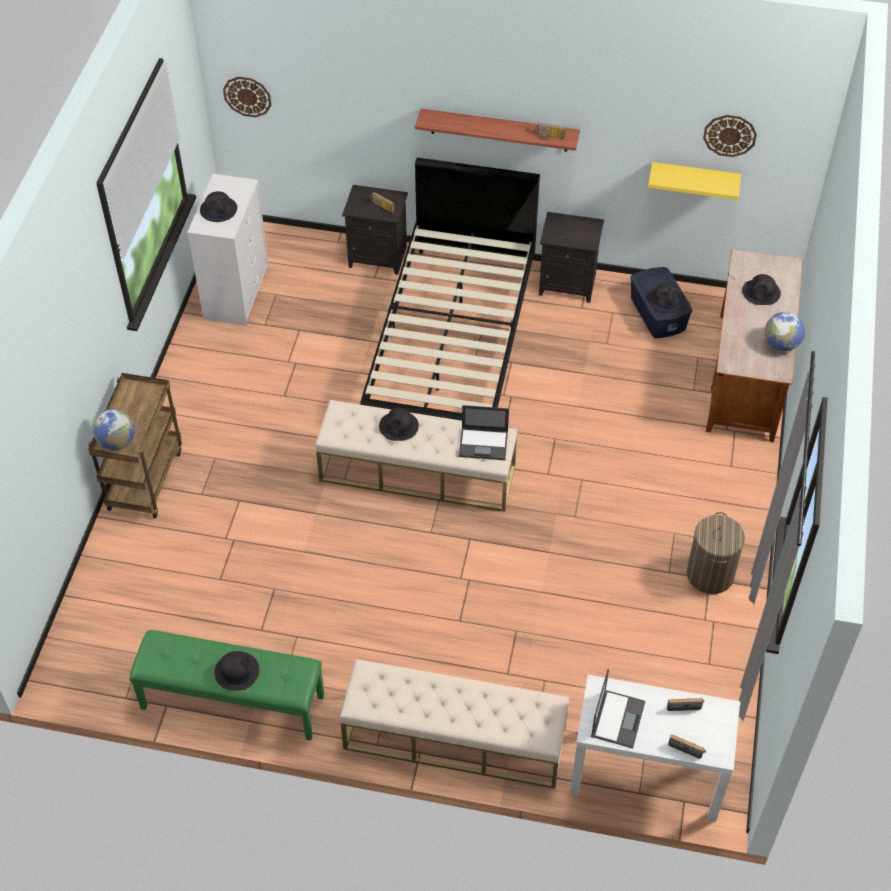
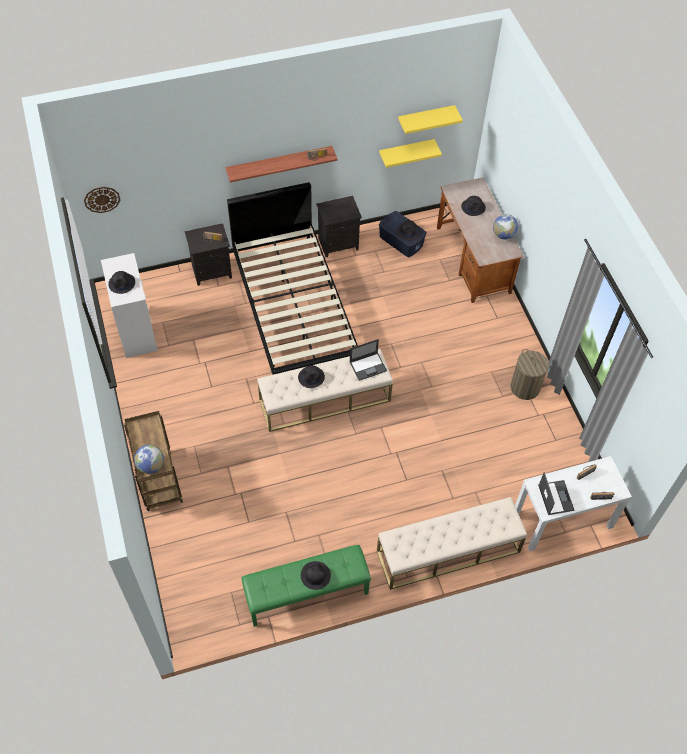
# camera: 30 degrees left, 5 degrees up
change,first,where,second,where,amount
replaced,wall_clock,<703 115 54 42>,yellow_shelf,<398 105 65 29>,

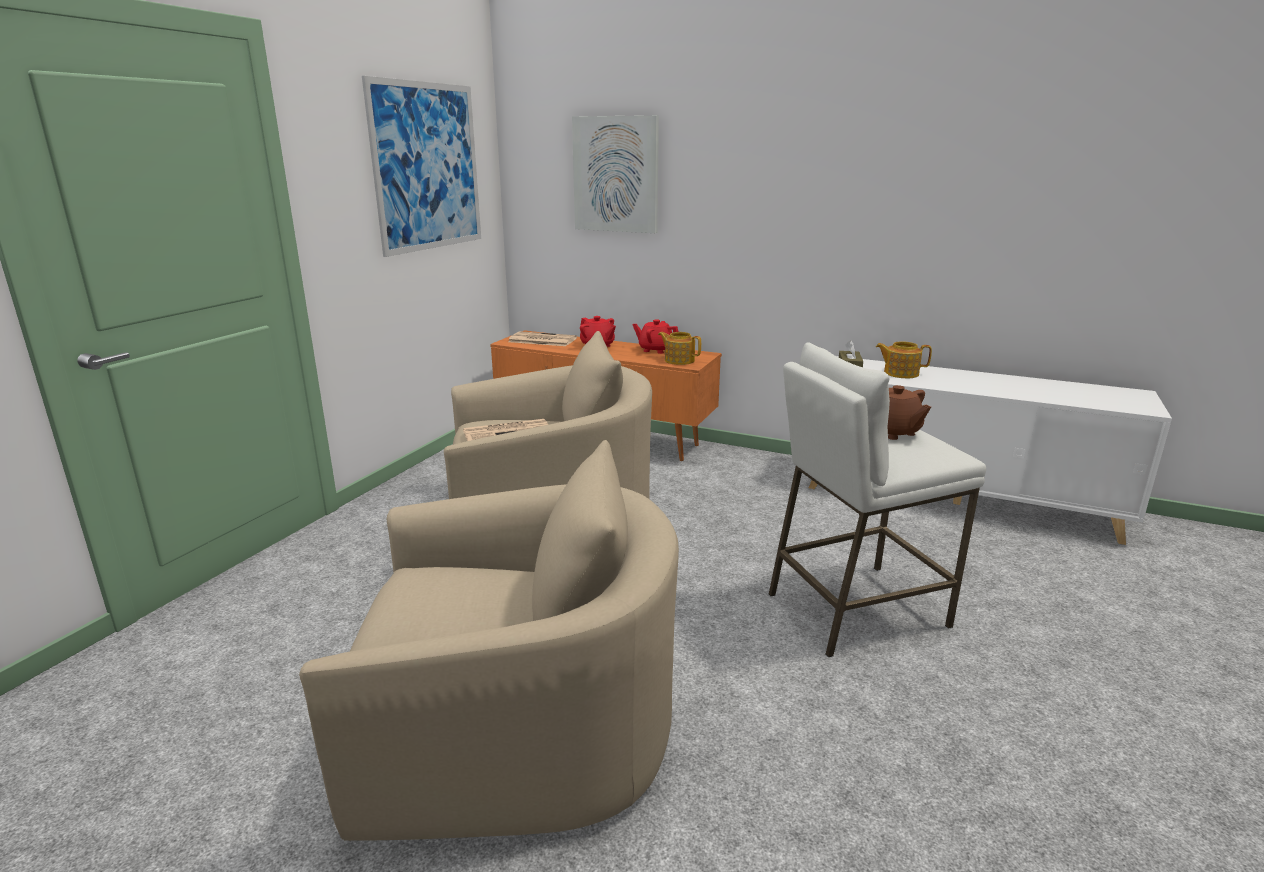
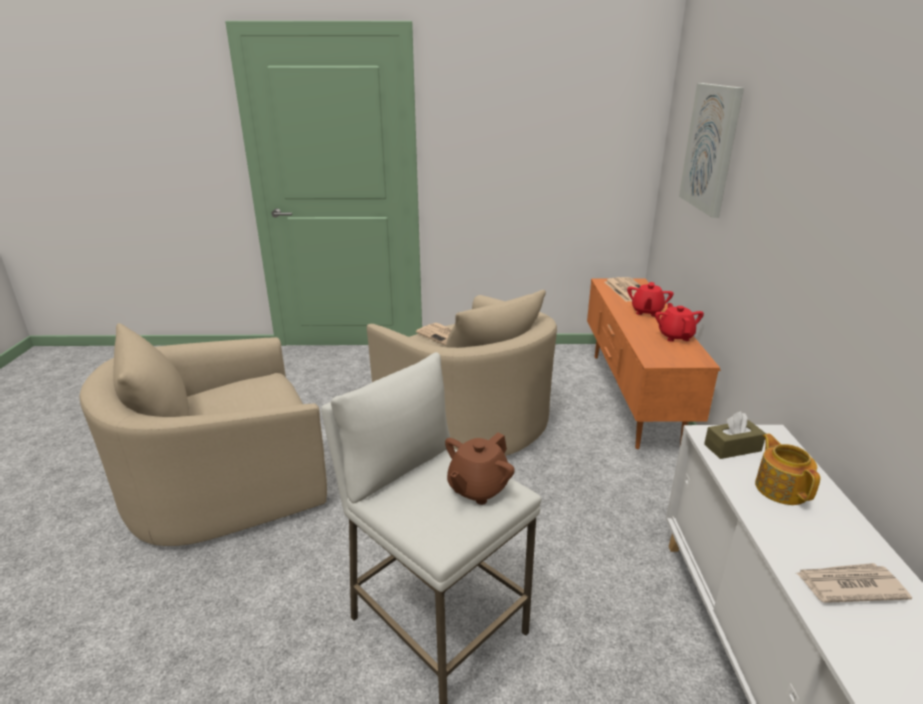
# camera: 65 degrees right, 5 degrees up
change,first,where,second,where,amount
removed,picture,<362 76 119 181>,,,
removed,teapot,<658 332 43 33>,,,
added,,,newspaper,<796 563 116 40>,
turned,beige_armchair,<299 440 380 401>,,<79 323 248 223>,90 degrees clockwise

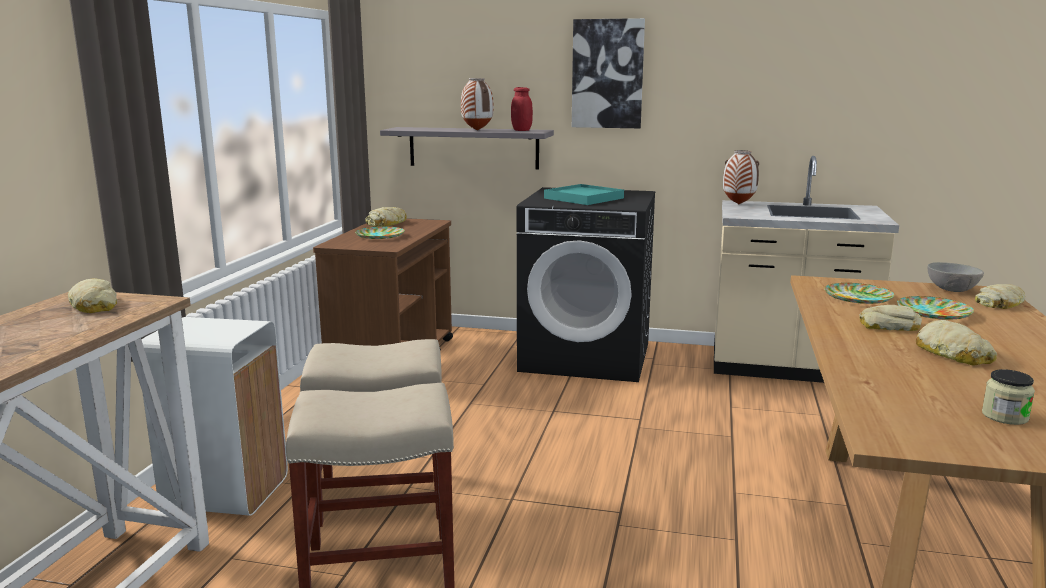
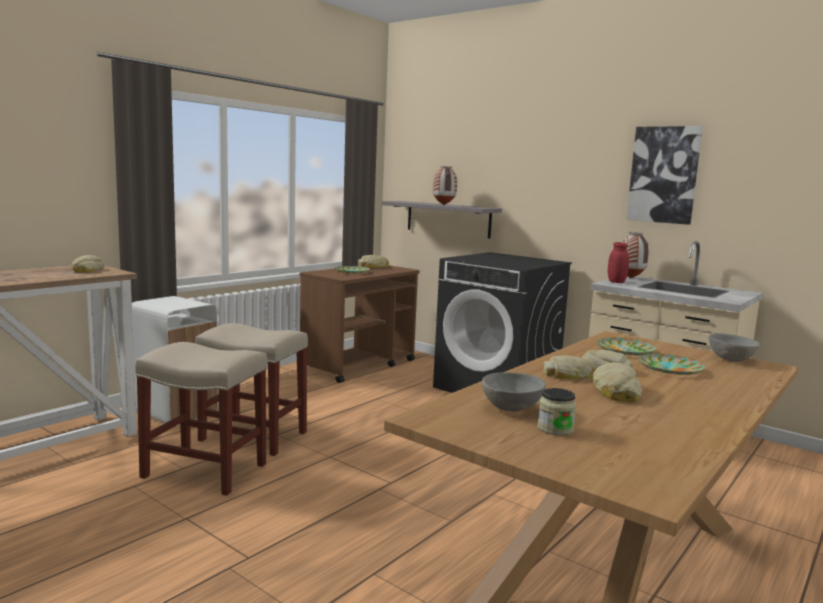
# camera: 25 degrees right, 5 degrees down
change,first,where,second,where,amount
removed,turquoise_tray,<544 184 80 21>,,,
added,,,grey_bowl,<482 372 64 39>,
moved,red_jar,<511 87 22 44>,,<608 242 21 41>,
moved,picture,<572 18 73 110>,,<626 126 77 99>,
moved,bread,<975 284 50 25>,,<543 355 53 24>,

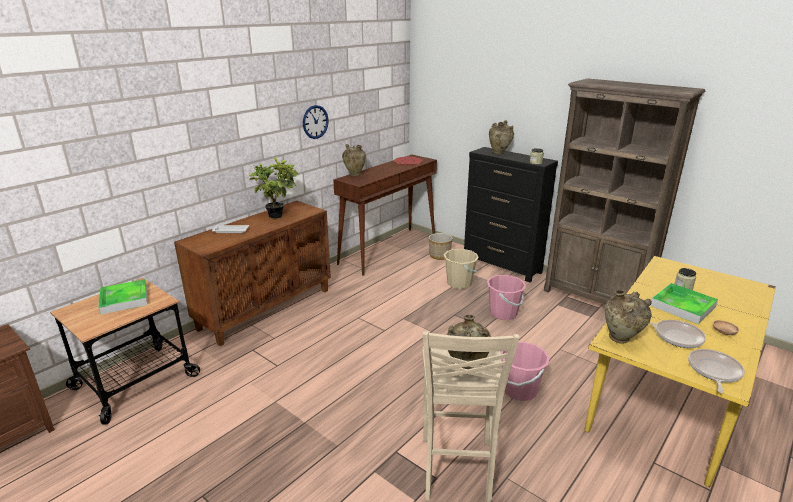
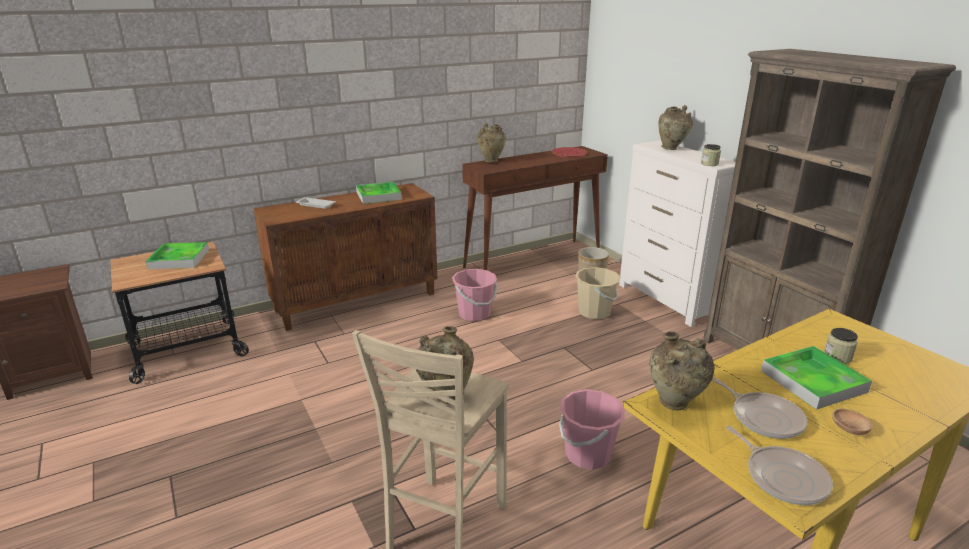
# camera: 20 degrees right, 0 degrees up
change,first,where,second,where,amount
removed,wall_clock,<303 105 26 34>,,,
moved,pink_bucket,<487 275 39 45>,,<452 269 45 52>,
replaced,potted_plant,<249 157 50 62>,tray,<356 182 46 22>,
recoloured,black_dresser,<464 147 94 135>,white_dresser,<619 140 117 187>,
turned,frying_pan,<688 349 57 45>,,<726 426 107 79>,105 degrees clockwise

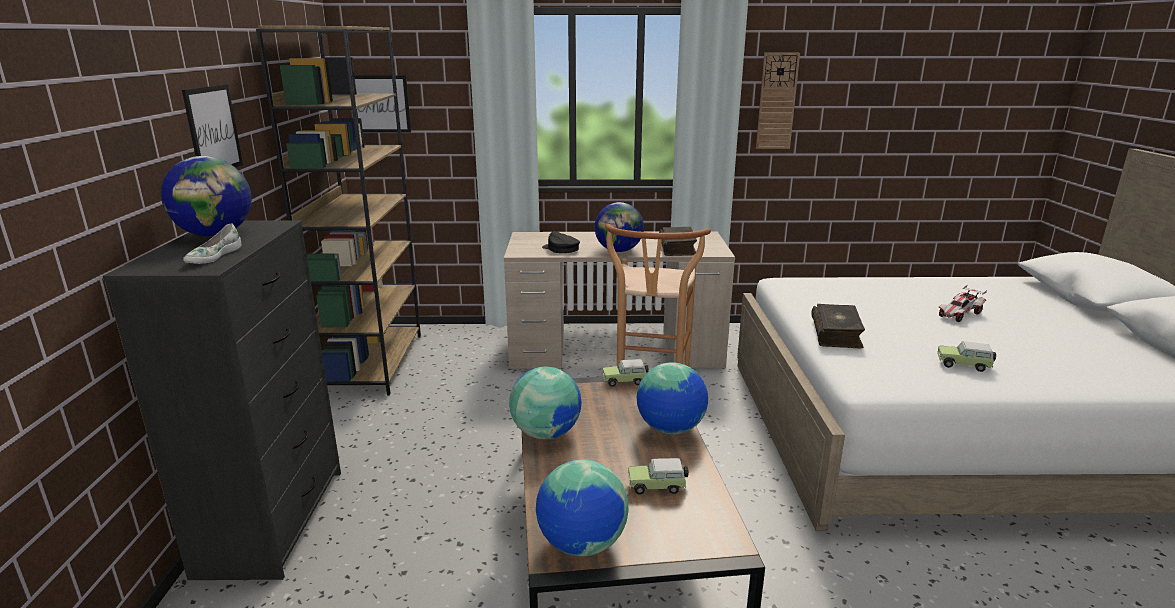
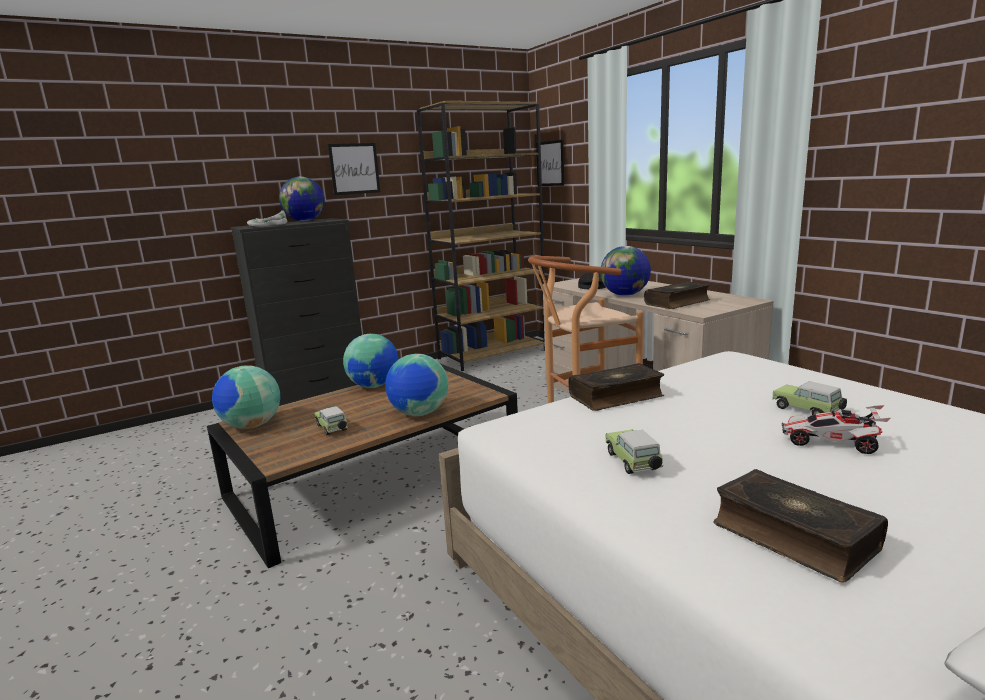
# camera: 60 degrees right, 5 degrees down
change,first,where,second,where,amount
removed,wall_clock,<756 53 44 96>,,,
added,,,book,<713 469 175 114>,
moved,toy_car,<602 359 47 28>,,<772 381 75 34>,

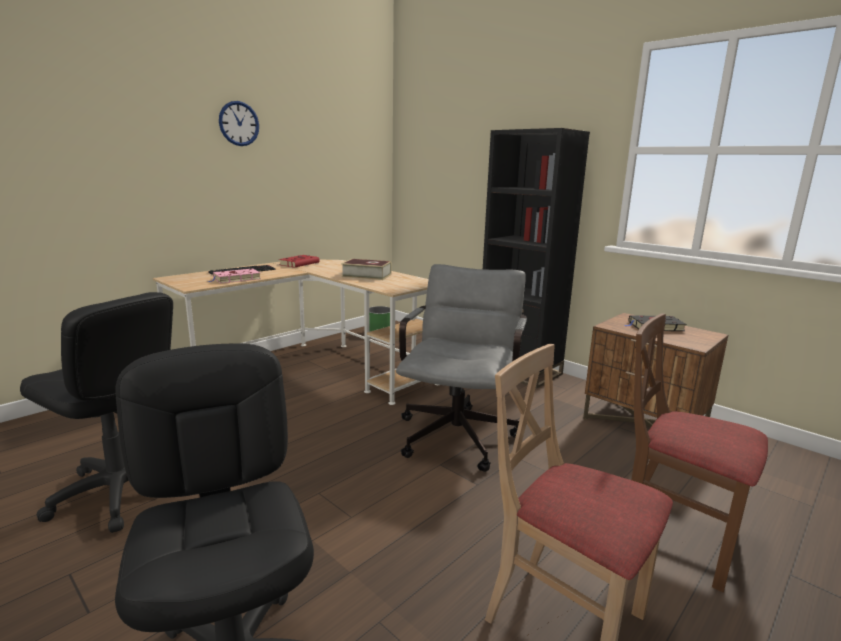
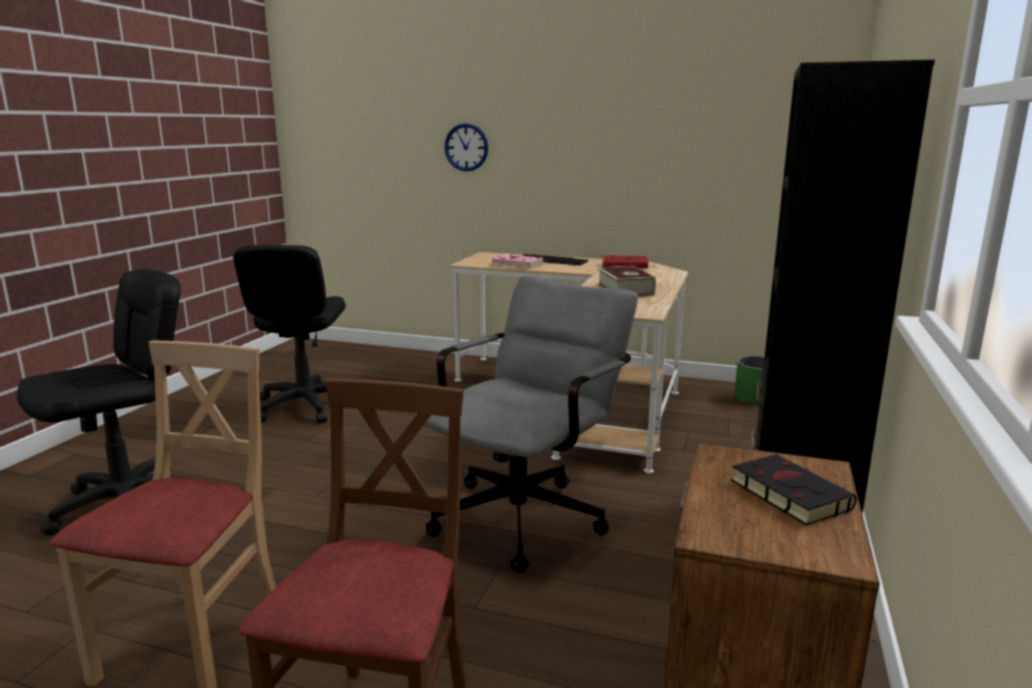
# camera: 65 degrees right, 0 degrees up
change,first,where,second,where,amount
moved,wall_clock,<219 101 40 45>,,<444 123 44 49>,
turned,grey_office_chair,<396 264 131 208>,,<415 276 223 297>,45 degrees counterclockwise

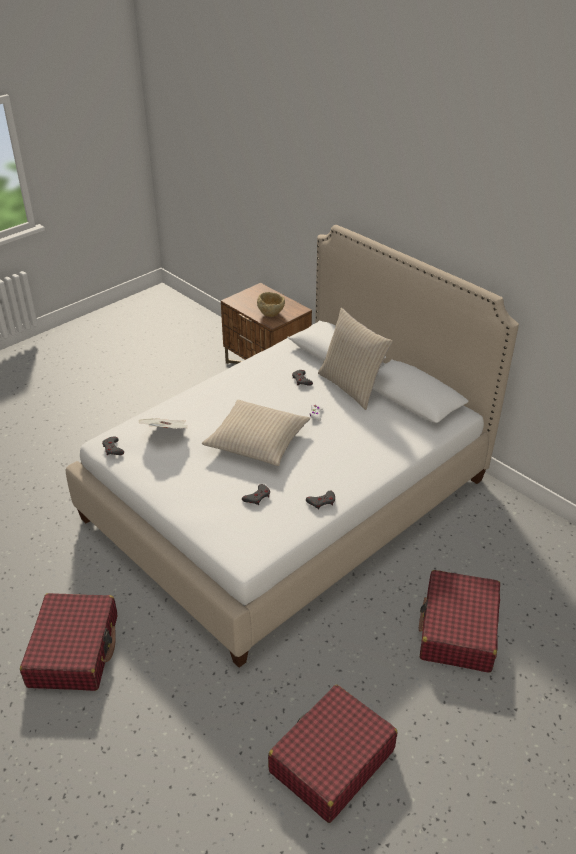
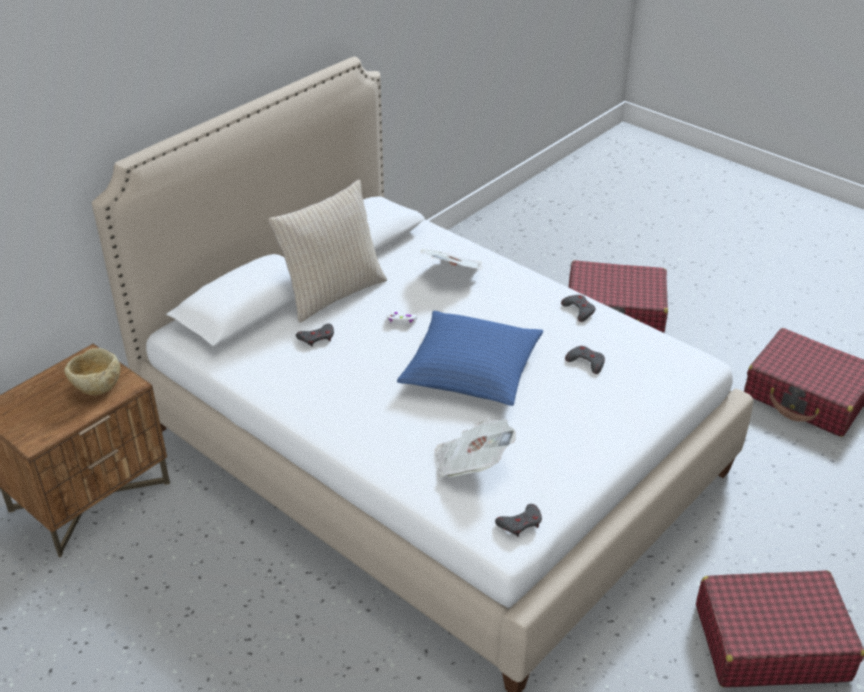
# camera: 95 degrees left, 0 degrees up
change,first,where,second,where,amount
added,,,newspaper,<420 249 63 21>,
recoloured,beige_pillow,<202 400 108 66>,blue_pillow,<397 311 146 95>,

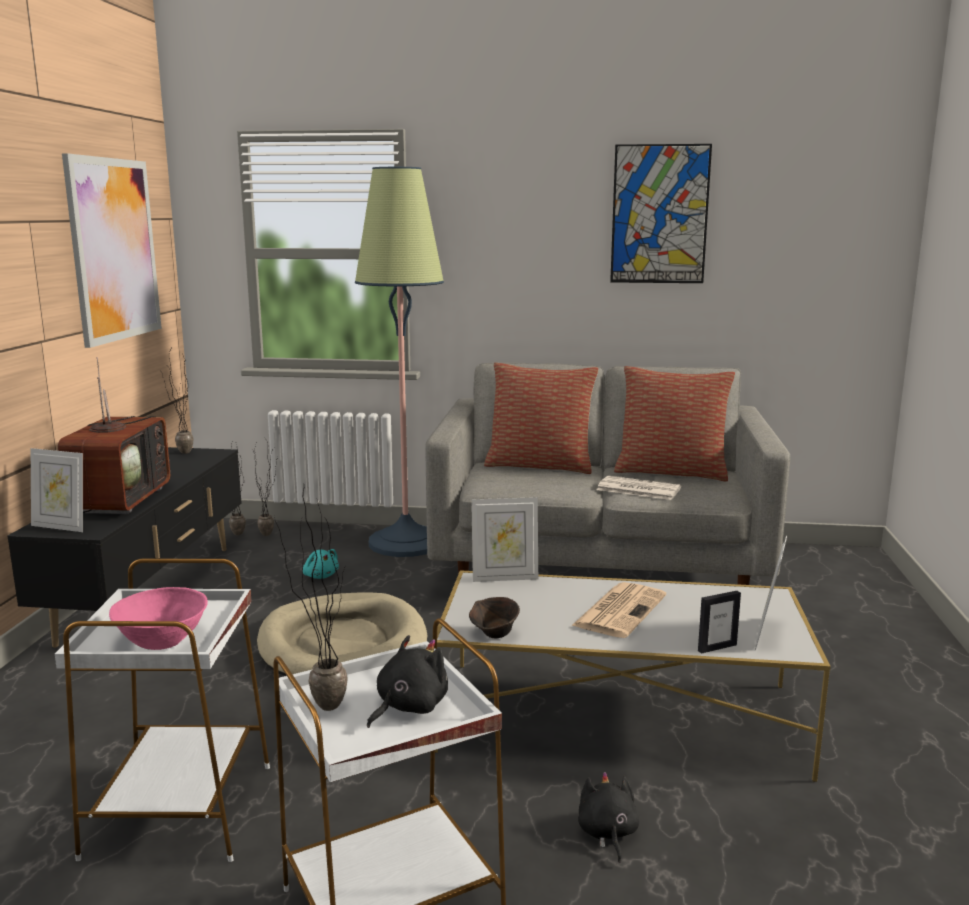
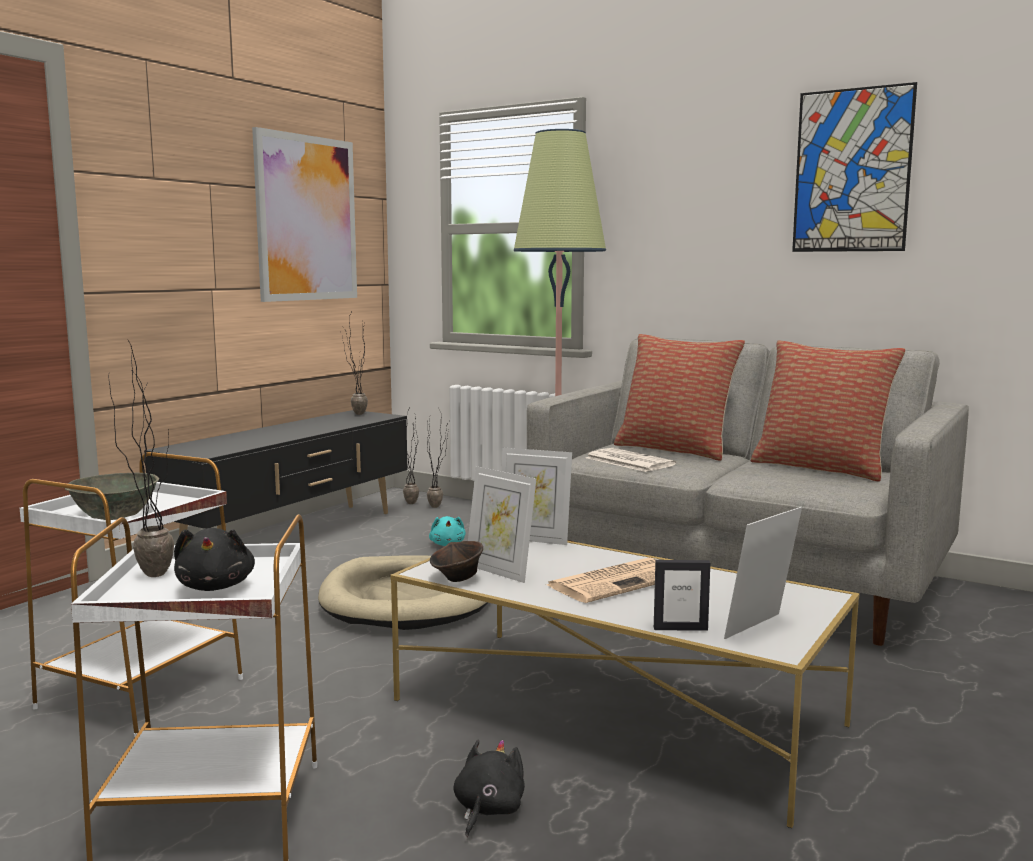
# camera: 25 degrees right, 5 degrees down
change,first,where,second,where,amount
removed,television,<58 357 112 157>,,,
moved,picture_frame,<31 448 52 84>,,<468 466 68 117>,
moved,newspaper,<597 476 84 24>,,<586 448 90 24>,
recoloured,pink_bowl,<109 587 99 63>,grey_bowl,<65 473 94 47>,
turned,black_plush_toy,<367 635 81 93>,,<174 528 81 63>,105 degrees clockwise

